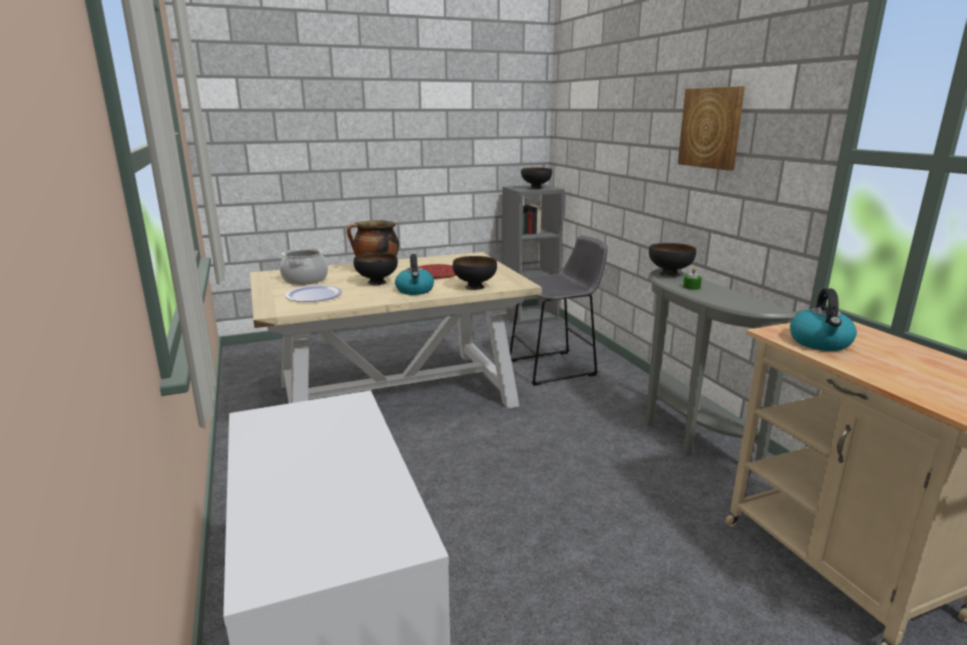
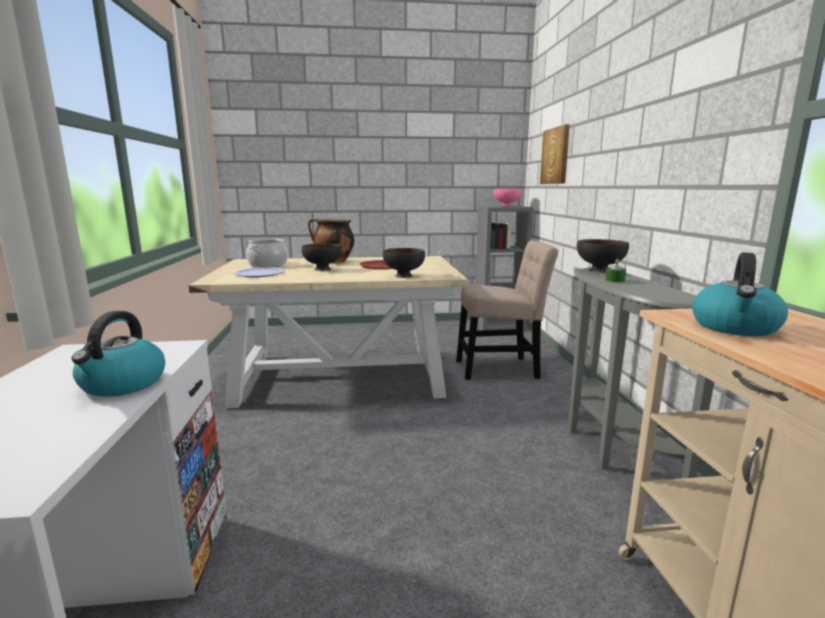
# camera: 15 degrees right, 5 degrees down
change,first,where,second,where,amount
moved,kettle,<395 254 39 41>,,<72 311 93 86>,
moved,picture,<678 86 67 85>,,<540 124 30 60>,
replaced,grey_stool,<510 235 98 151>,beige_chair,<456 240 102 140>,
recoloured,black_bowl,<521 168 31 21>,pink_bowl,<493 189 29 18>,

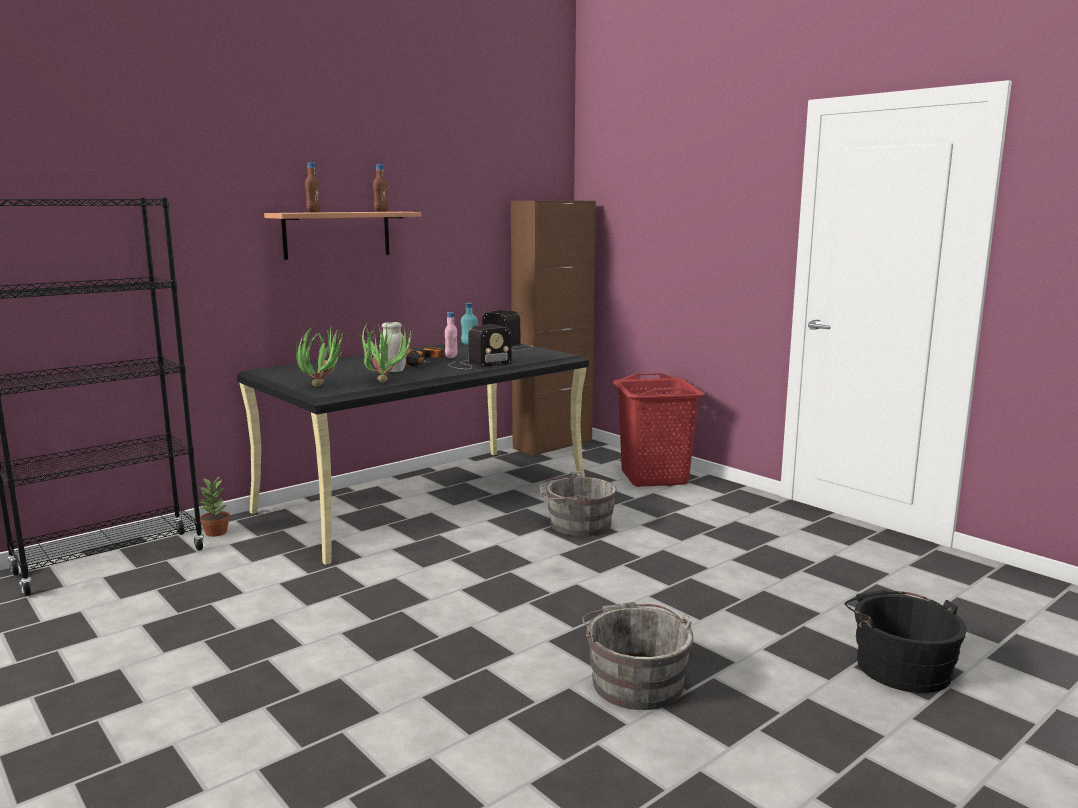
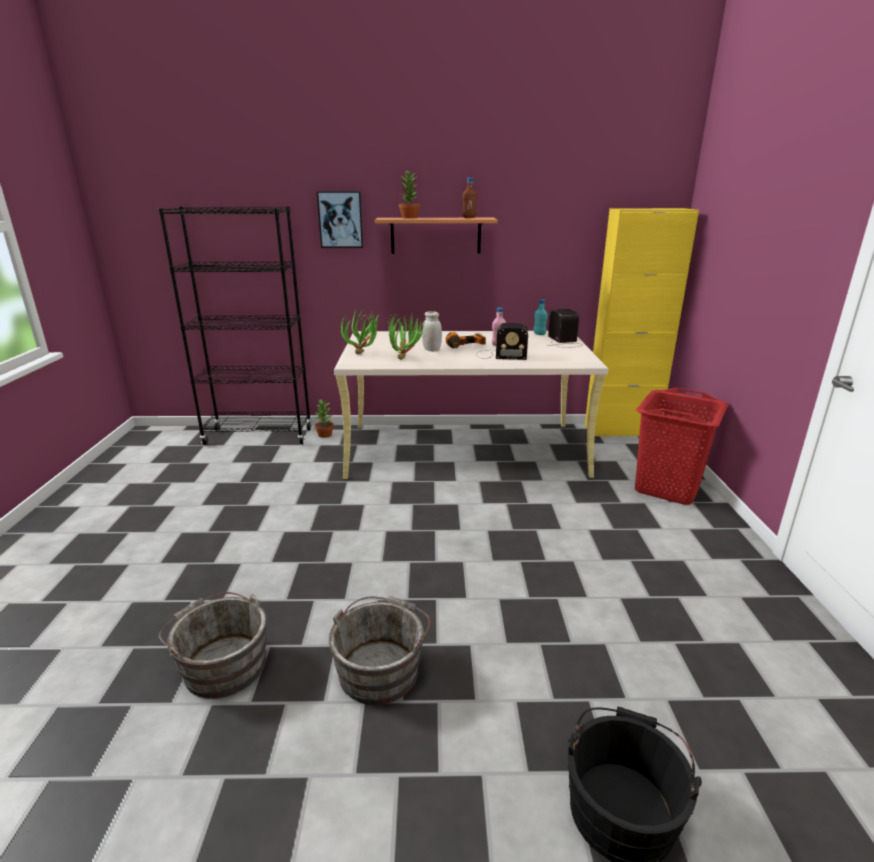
# camera: 40 degrees right, 10 degrees up
change,first,where,second,where,amount
added,,,picture,<317 191 46 57>,
moved,grey_bucket,<539 471 78 65>,,<159 592 108 107>,
replaced,brown_bottle,<305 162 16 50>,potted_plant,<399 170 21 49>,
recoloured,black_desk,<237 342 352 223>,beige_desk,<334 331 274 148>,
recoloured,brown_cabinet,<511 201 85 255>,yellow_cabinet,<585 208 114 228>,

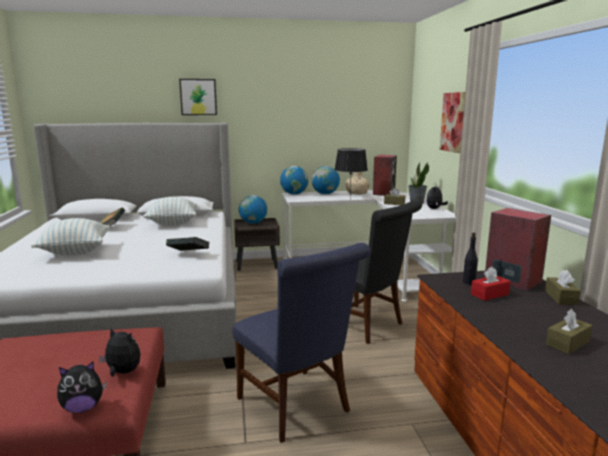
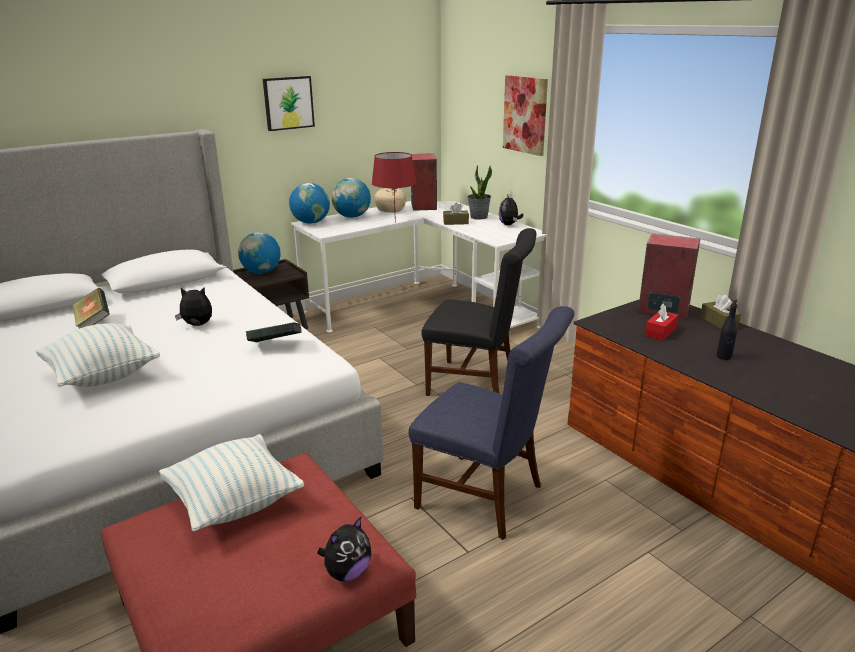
# camera: 25 degrees left, 10 degrees up
change,first,where,second,where,amount
removed,brown_tissue_box,<546 309 47 45>,,,
moved,plush_toy,<99 328 42 48>,,<175 287 37 39>,
moved,pillow,<143 197 54 29>,,<159 434 145 98>,
moved,picture,<179 79 38 36>,,<263 76 52 55>,
moved,black_bottle,<463 232 15 53>,,<716 299 21 61>,
recoloured,black_table_lamp,<334 148 34 52>,red_table_lamp,<372 152 44 71>,

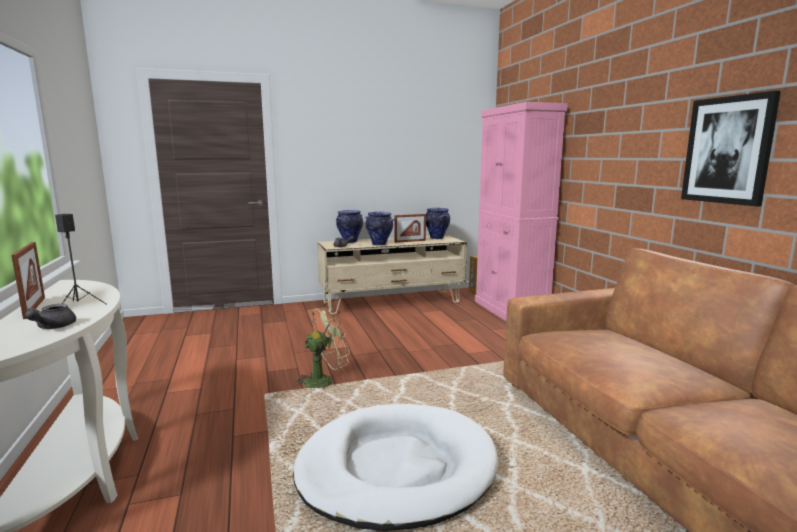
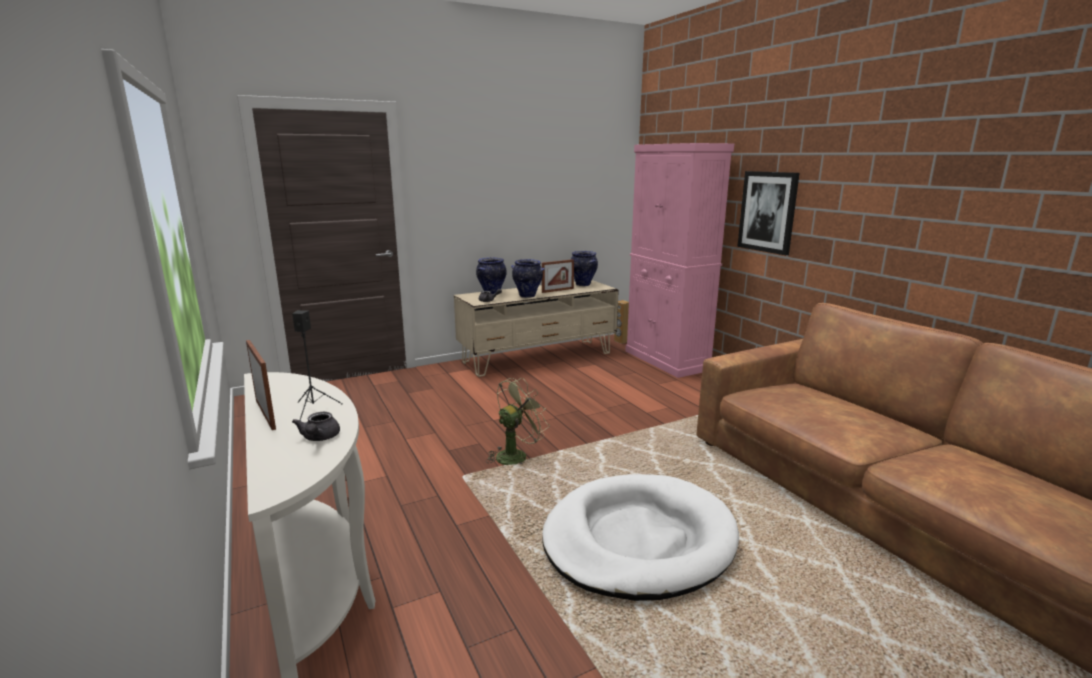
# camera: 10 degrees left, 5 degrees up
change,first,where,second,where,amount
moved,picture,<681 91 100 116>,,<737 171 63 84>,

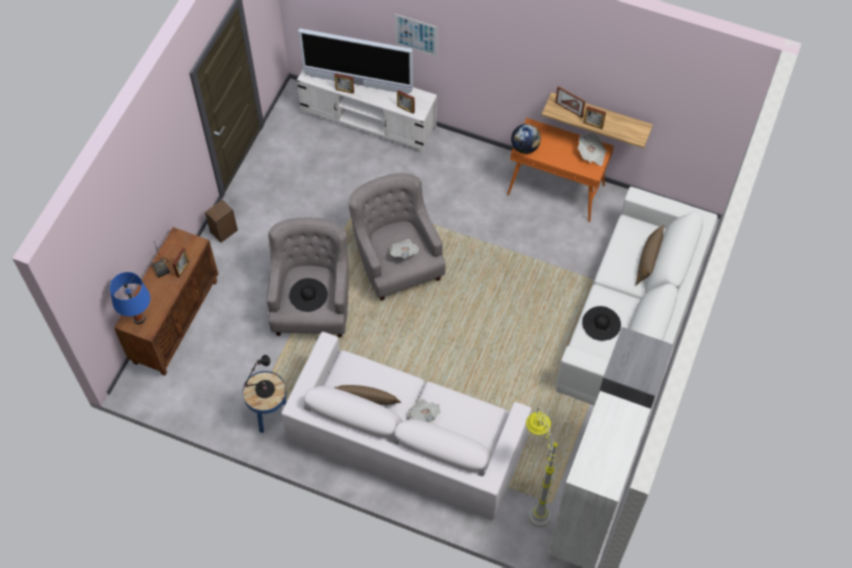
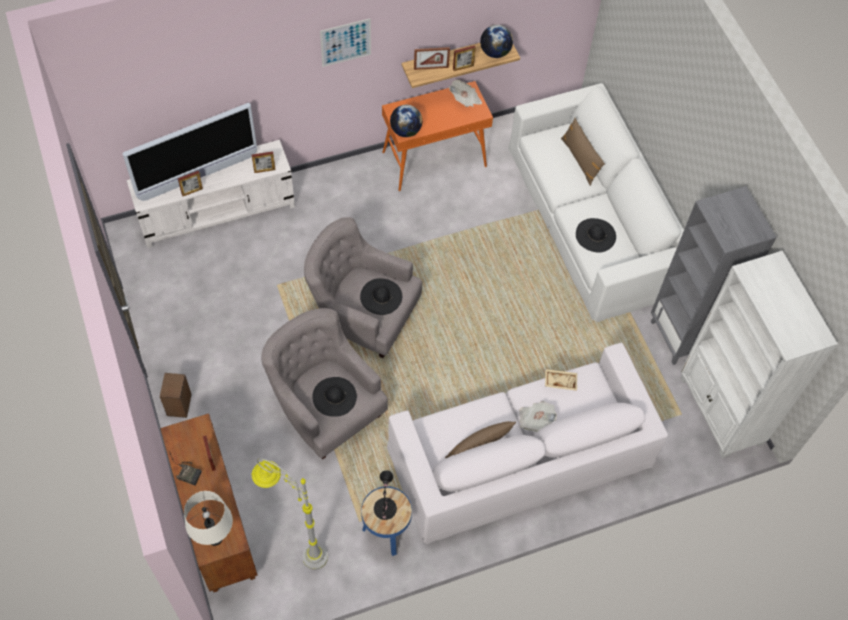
# camera: 45 degrees left, 0 degrees up
change,first,where,second,where,amount
added,,,globe,<480 25 33 33>,
added,,,beige_tray,<545 369 32 22>,
moved,picture,<395 14 43 43>,,<320 19 51 48>,
moved,grey_floor_lamp,<526 408 32 119>,,<252 458 76 112>,
replaced,newspaper,<390 239 30 19>,black_hat,<360 278 42 37>,
recoloured,blue_table_lamp,<110 272 40 52>,white_table_lamp,<184 491 49 55>,

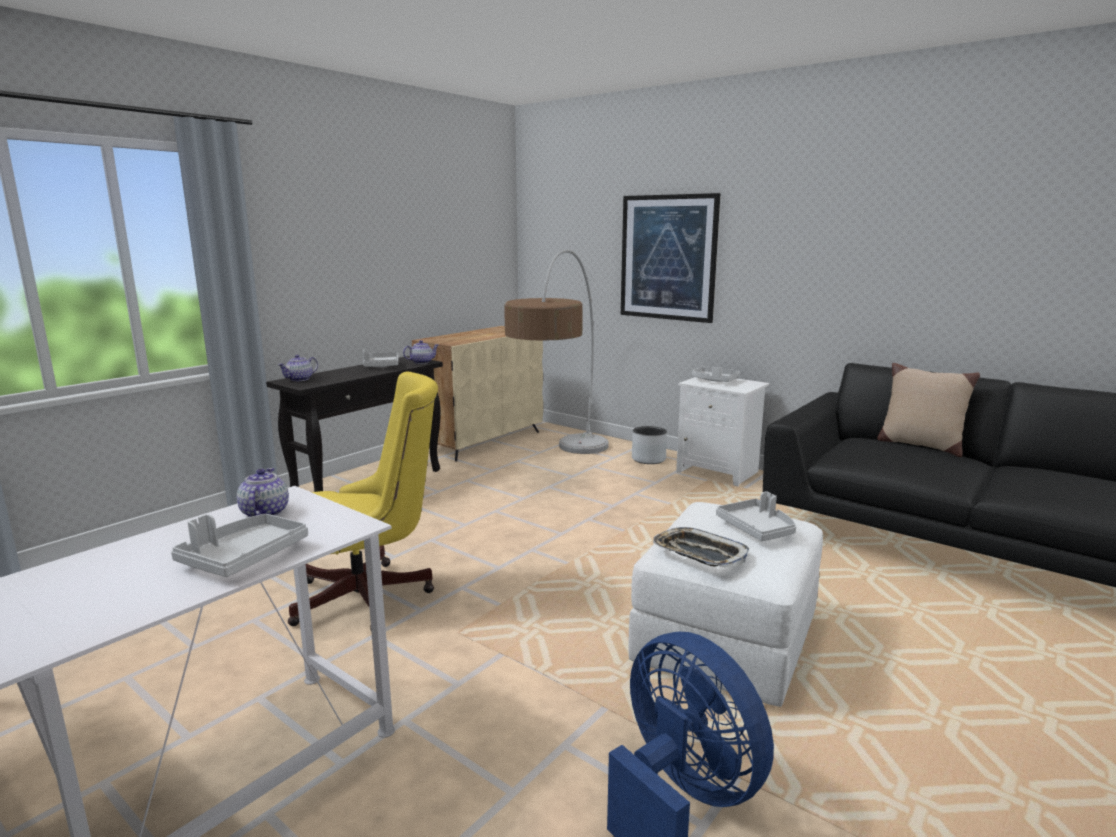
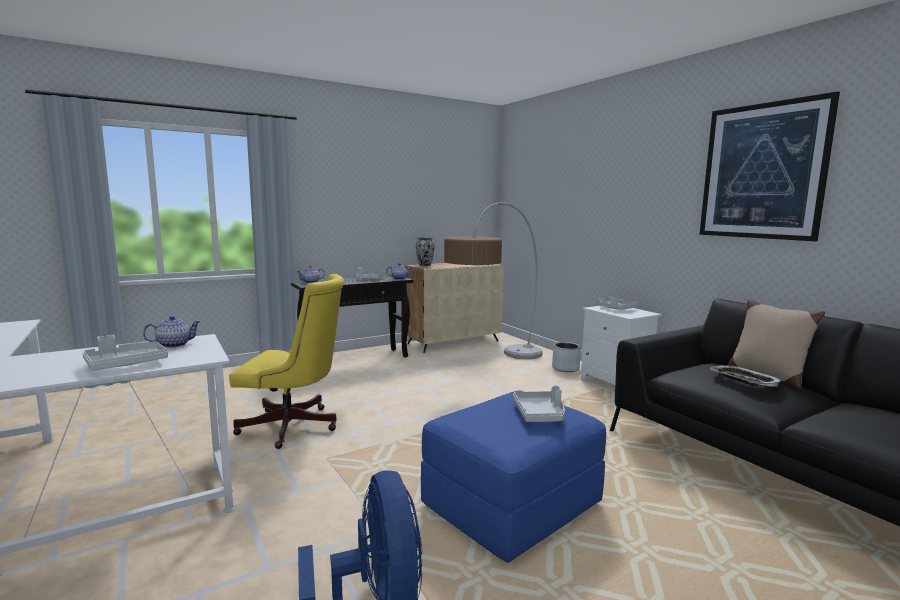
# camera: 20 degrees right, 5 degrees down
change,first,where,second,where,amount
added,,,vase,<416 236 19 30>,
moved,picture,<621 193 100 130>,,<699 91 141 150>,
moved,tray,<653 527 96 40>,,<710 365 71 22>,
recoloured,white_ottoman,<629 502 194 205>,blue_ottoman,<421 390 185 173>,
turned,teapot,<237 468 52 49>,,<143 316 58 32>,45 degrees clockwise

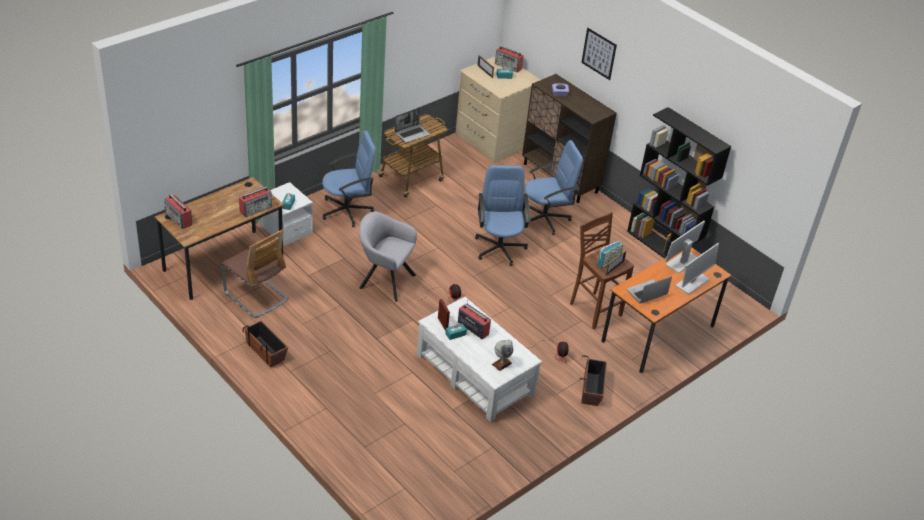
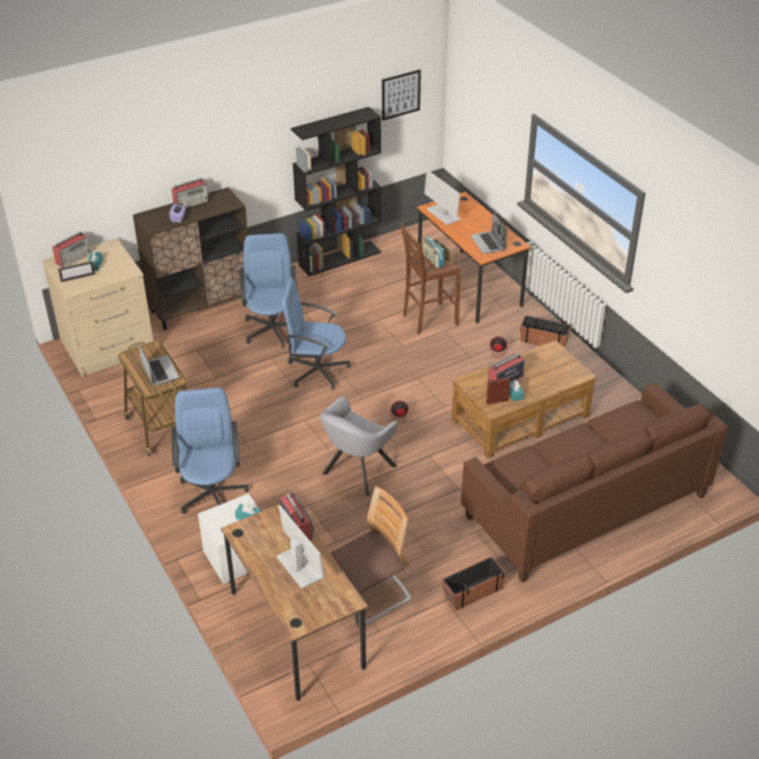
# camera: 75 degrees left, 0 degrees up
change,first,where,second,where,amount
removed,globe,<492 340 21 31>,,,
added,,,brown_sofa,<461 382 267 201>,
moved,radio,<164 194 28 35>,,<171 178 38 30>,
moved,picture,<581 28 36 52>,,<382 70 39 51>,
moved,monitor,<675 243 44 52>,,<276 505 49 84>,
recoloured,white_coffee_table,<417 297 125 125>,brown_coffee_table,<452 340 145 119>,

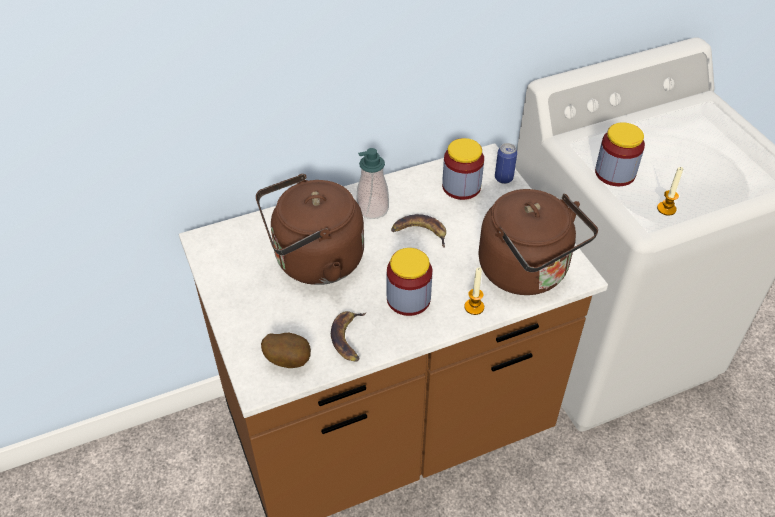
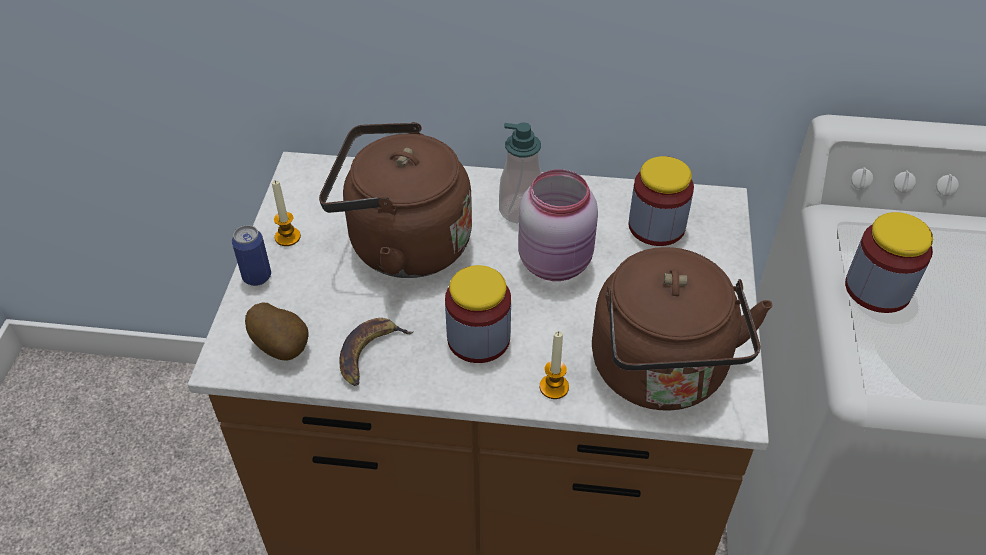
# camera: 30 degrees right, 0 degrees up
change,first,where,second,where,amount
moved,can,<495 143 22 41>,,<232 225 39 61>,
moved,candle,<657 167 26 49>,,<272 181 29 65>,
replaced,banana,<391 214 55 34>,pink_jar,<518 169 80 112>,

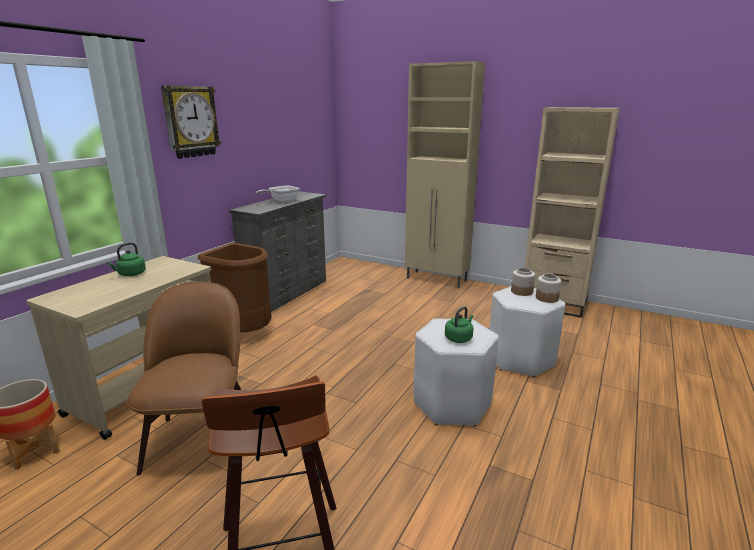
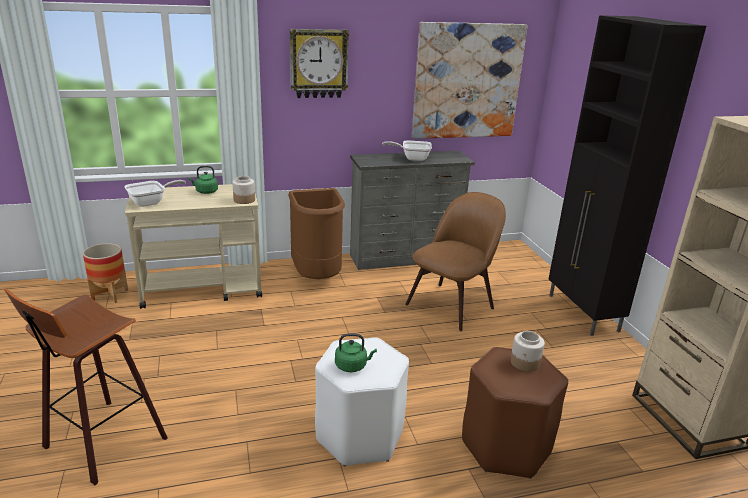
# camera: 45 degrees right, 5 degrees up
change,first,where,second,where,amount
added,,,frying_pan,<124 180 62 27>,
added,,,picture,<412 22 116 117>,
moved,brown_chair,<127 282 114 194>,,<405 192 101 139>,
moved,jar,<536 274 25 29>,,<232 176 23 28>,
recoloured,beige_cabinet,<405 61 80 227>,black_cabinet,<549 15 157 321>,
recoloured,white_stool,<489 286 76 91>,brown_stool,<462 347 106 132>,

